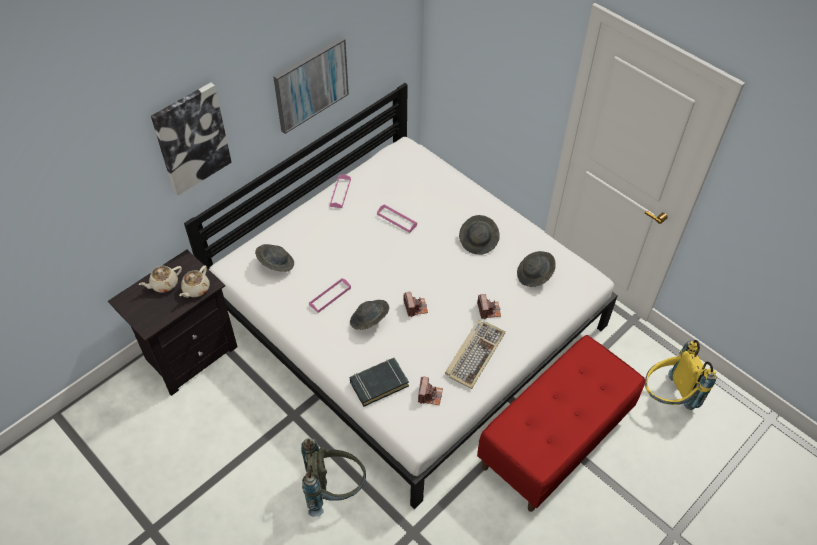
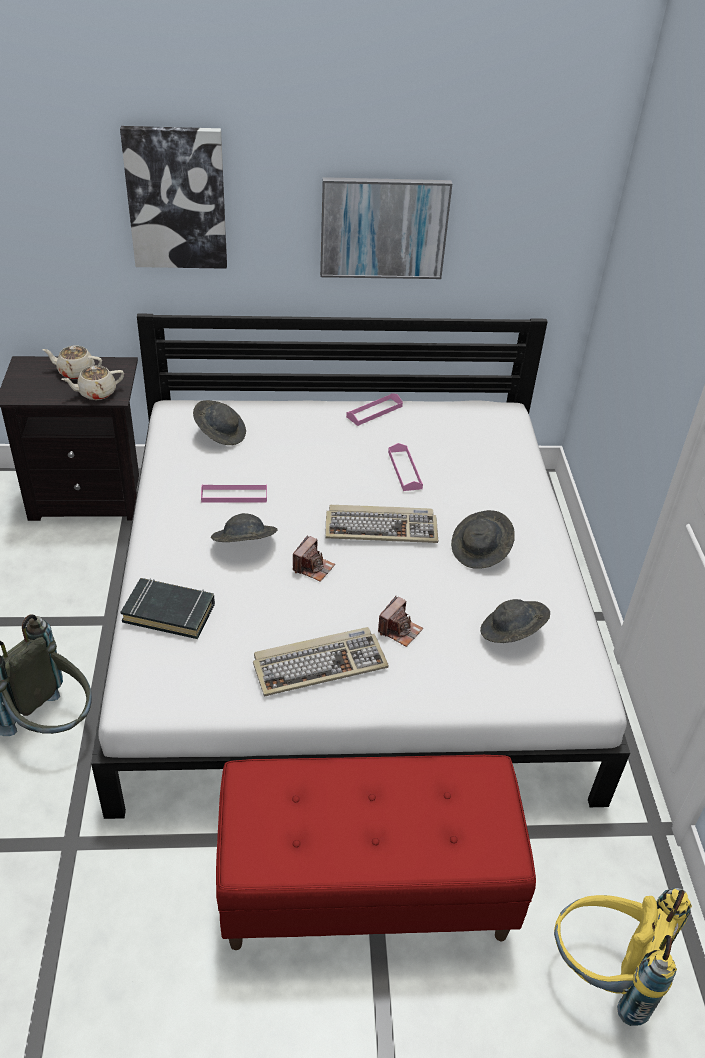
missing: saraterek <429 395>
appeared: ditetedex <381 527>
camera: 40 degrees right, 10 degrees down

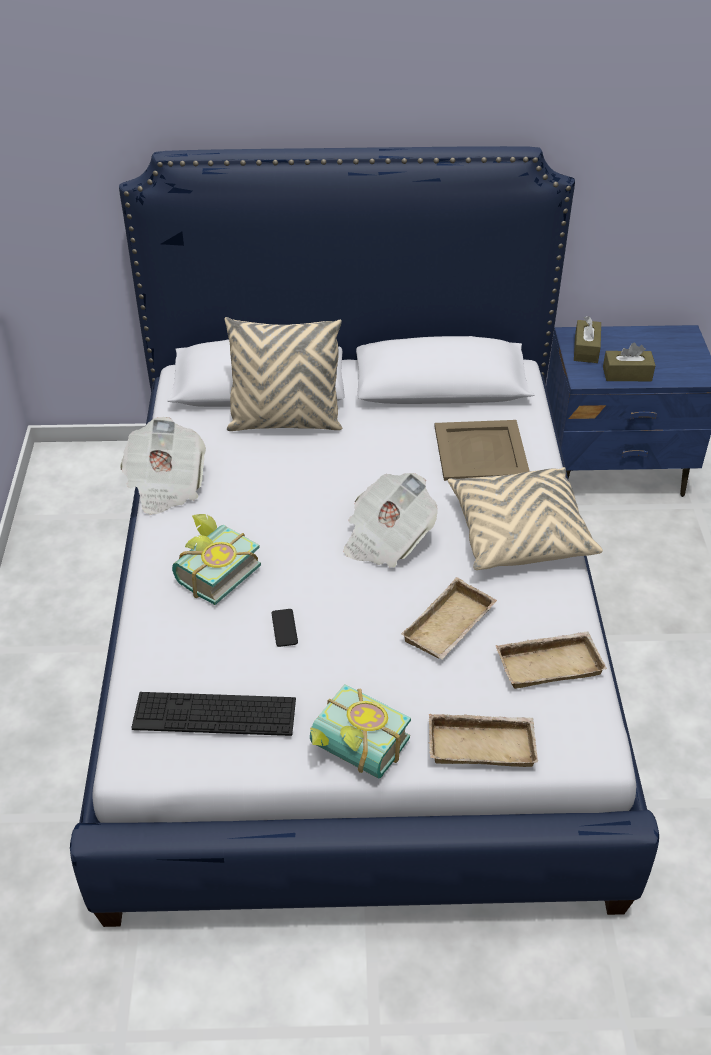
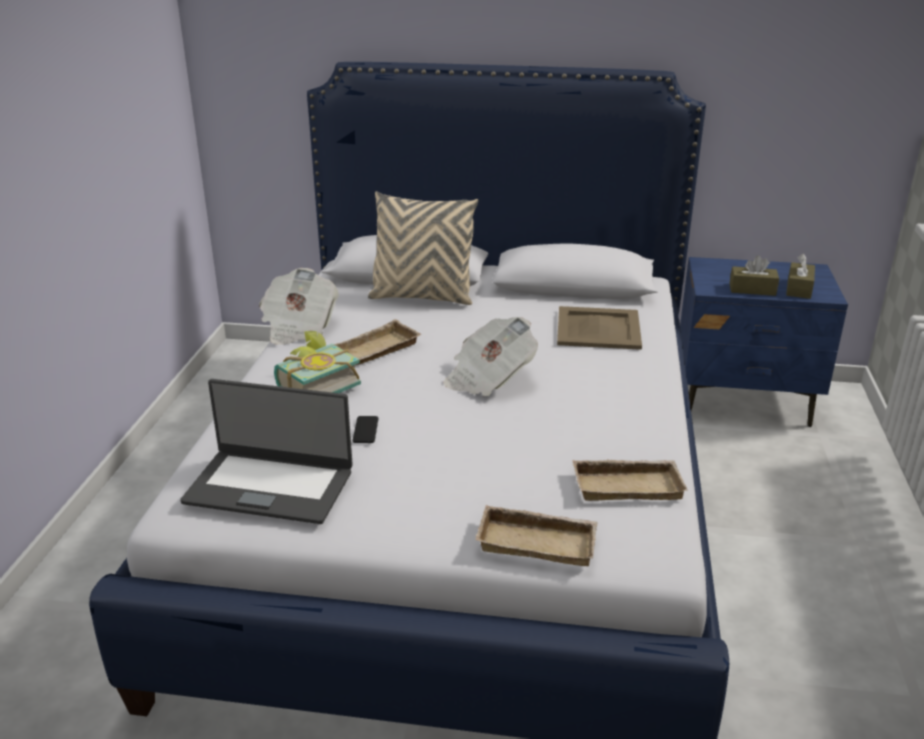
missing: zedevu <354 752>; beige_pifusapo <519 533>
relocated: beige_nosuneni <450 627> to <377 351>; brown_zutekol <586 349> to <799 289>
exchanged: ditetedex <214 714> to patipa <270 486>
camera: 10 degrees right, 15 degrees down

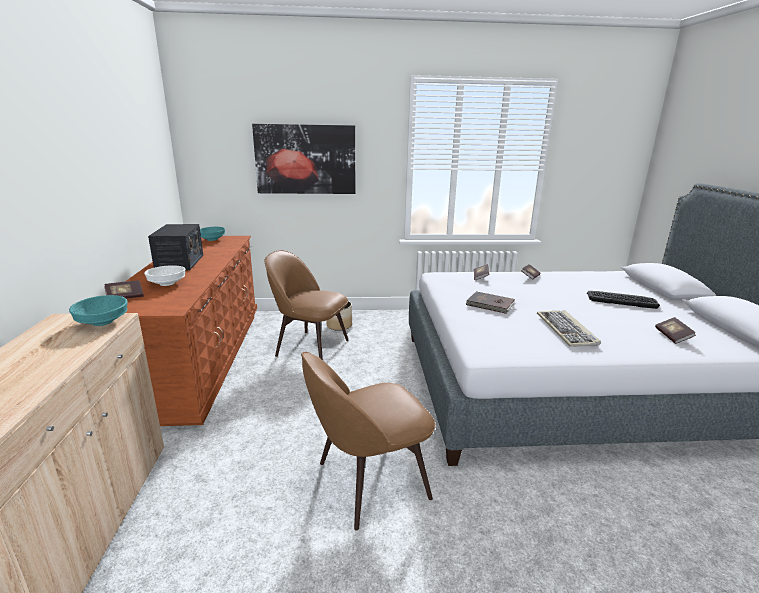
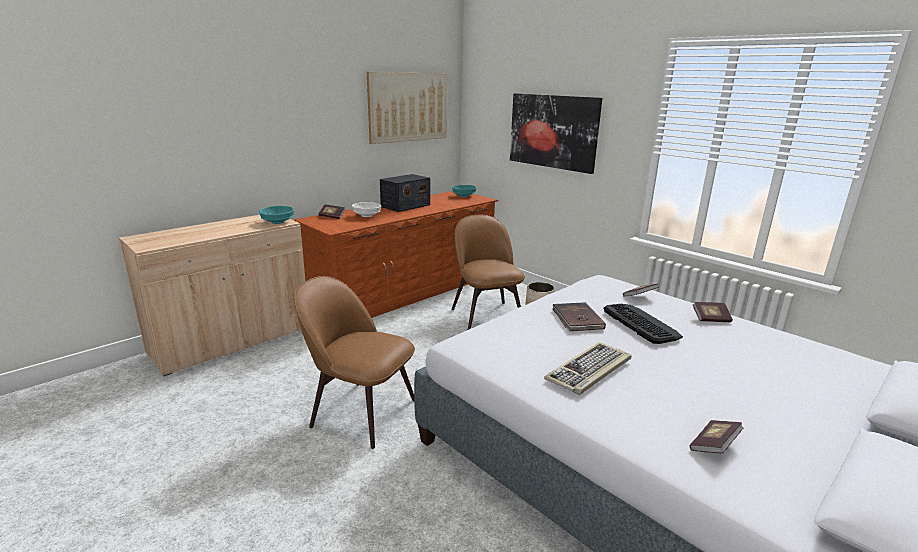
appeared: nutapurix <408 107>
relocated: ditetedex <621 300> to <640 323>
camera: 50 degrees right, 0 degrees up

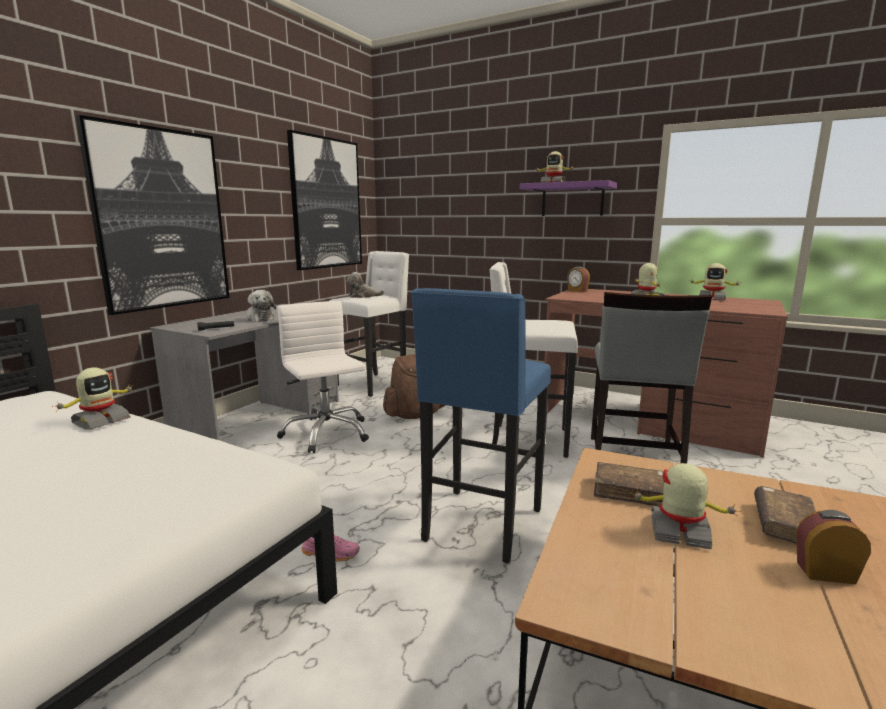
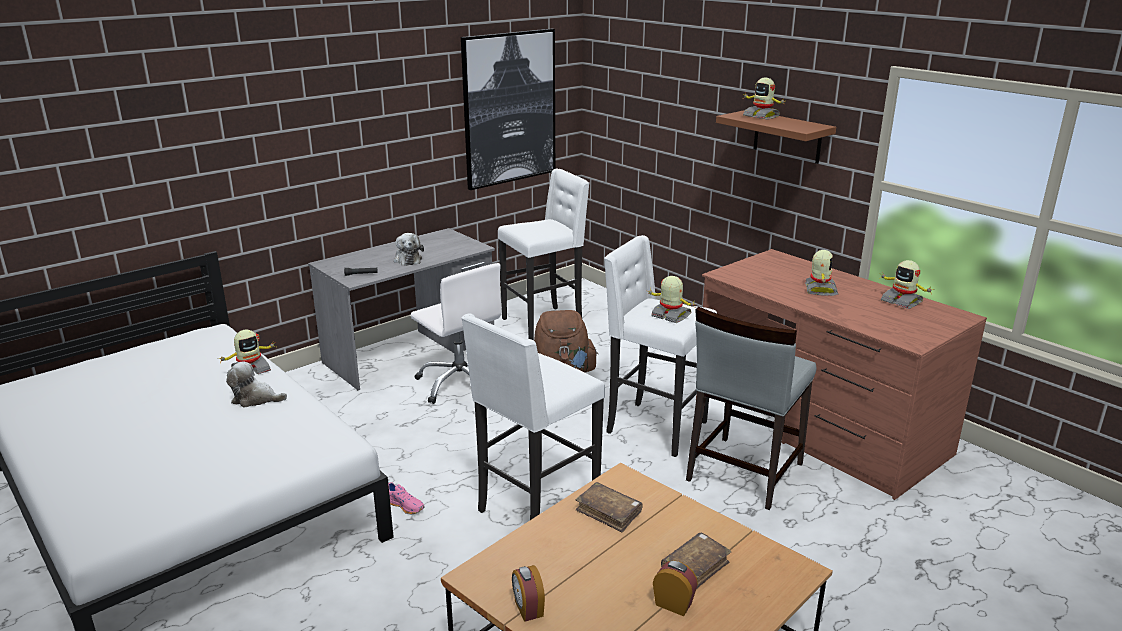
missing: nutapurix <161 219>
relocated: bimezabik <363 296> to <255 399>; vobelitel <577 291> to <528 609>; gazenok <679 532> to <670 316>
colour: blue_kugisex <480 526> to white_kugisex <535 509>; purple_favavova <572 200> to brown_favavova <787 137>
spun: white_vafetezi <326 433> = <461 383> 150 degrees clockwise
camera: 20 degrees right, 10 degrees up

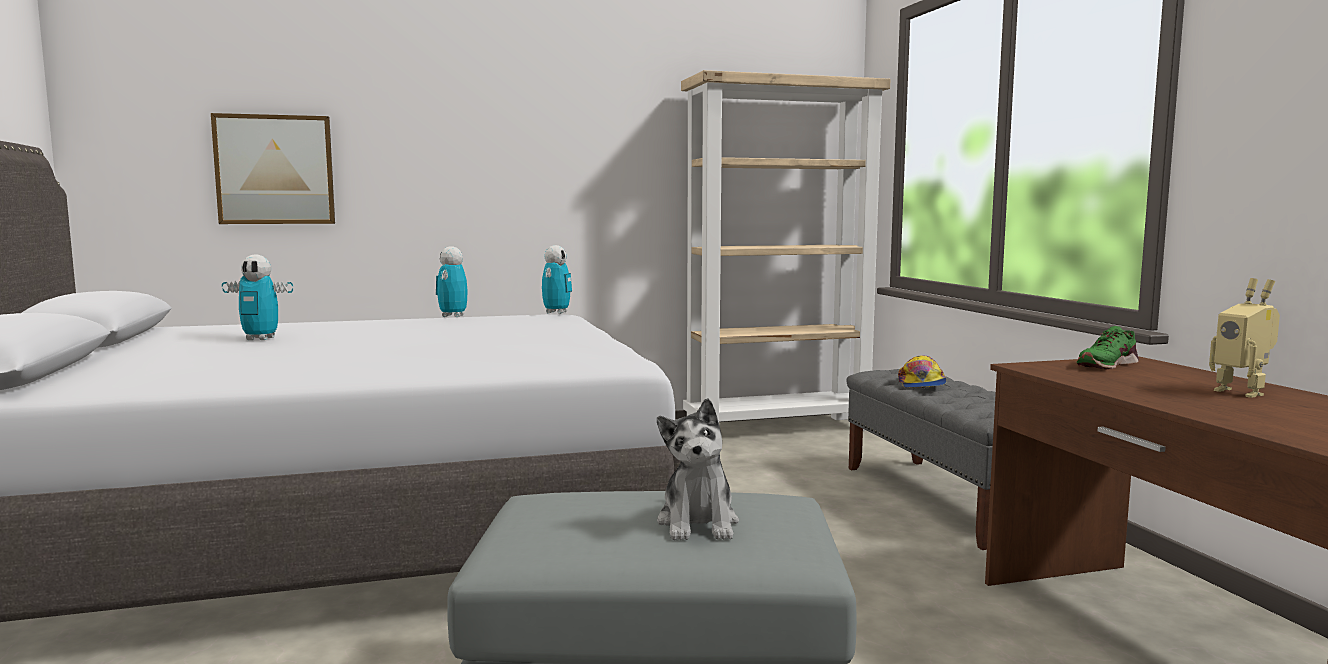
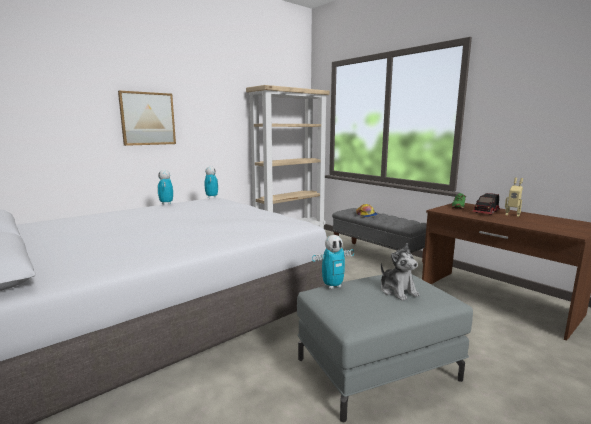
appeared: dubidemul <486 212>
relocated: nutapurix <275 170> to <147 118>; gazenok <260 339> to <332 286>
camera: 25 degrees left, 5 degrees up

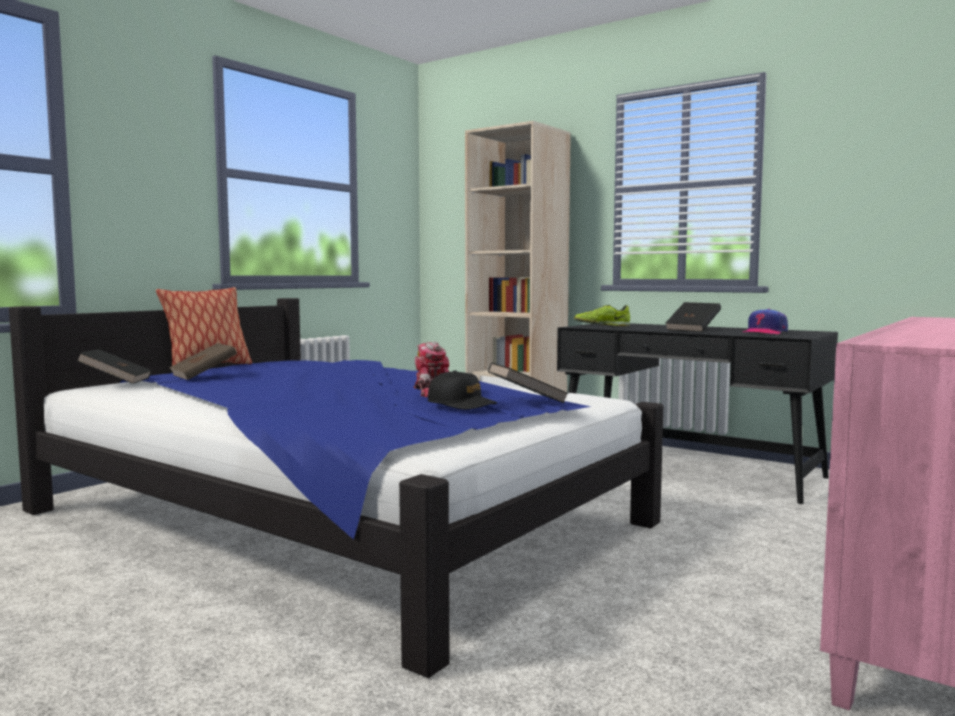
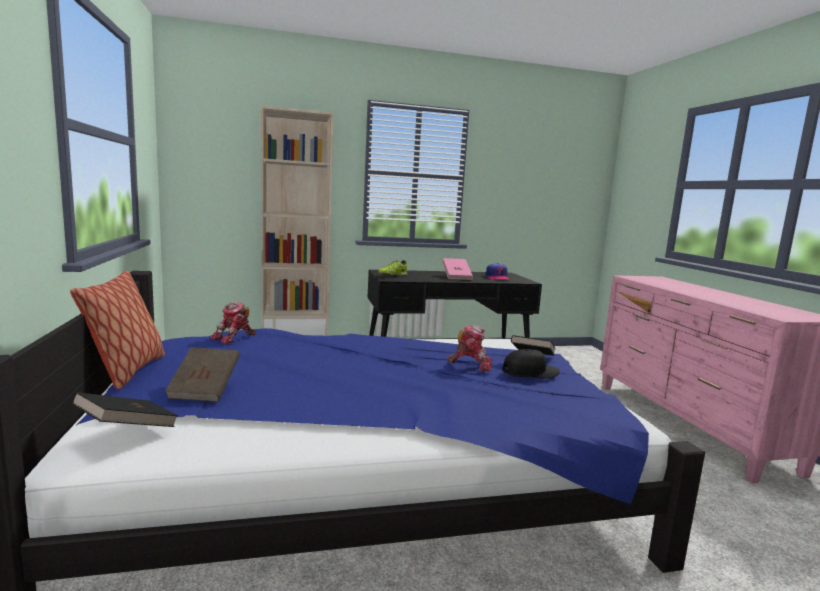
appeared: gazenok <234 338>
colour: black_zedevu <693 329> to pink_zedevu <456 277>
camera: 50 degrees left, 5 degrees up

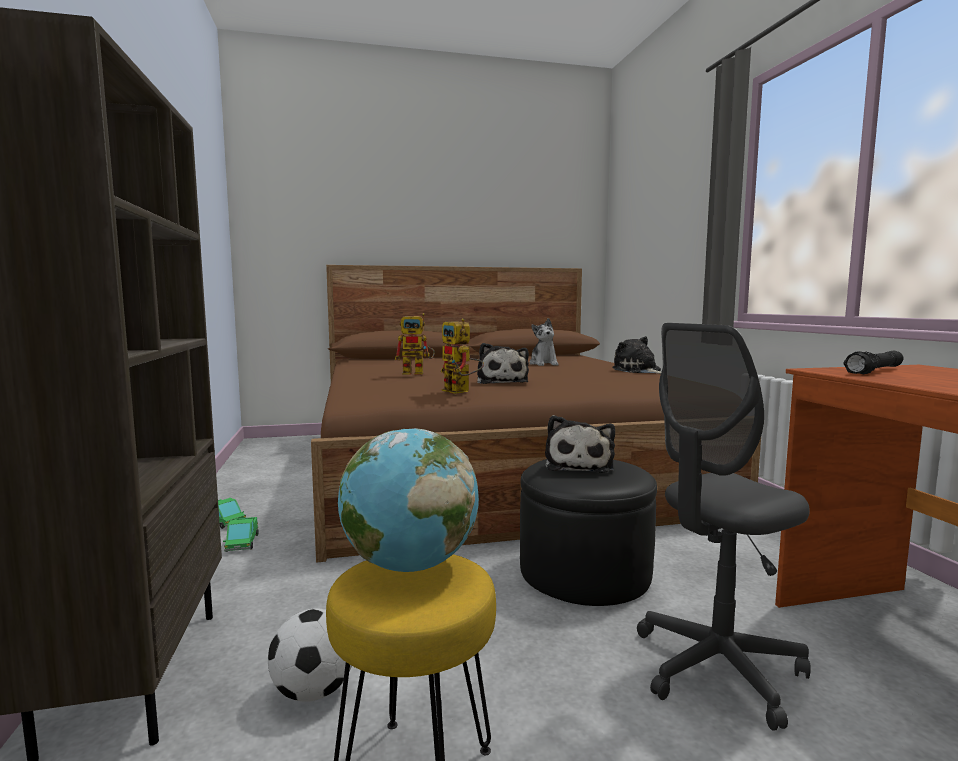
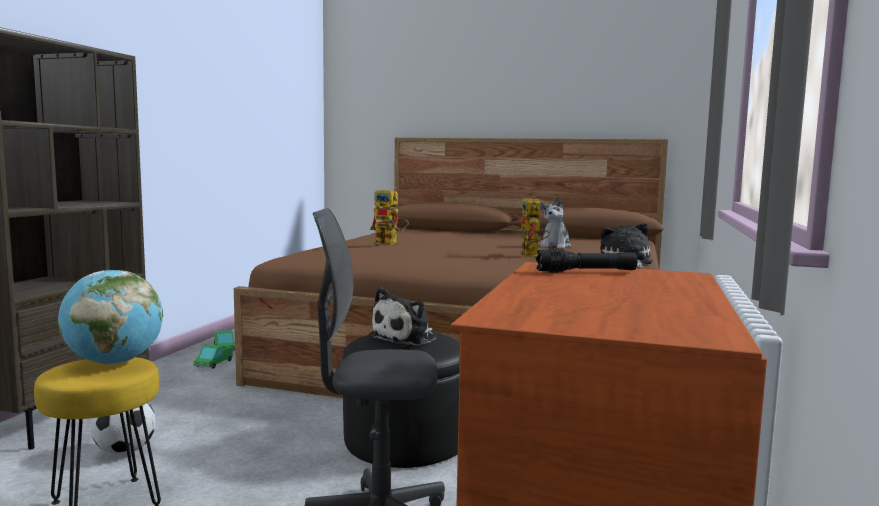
missing: bimezabik <501 381>
relocated: gazenok <461 392> to <532 256>
camera: 30 degrees right, 0 degrees up

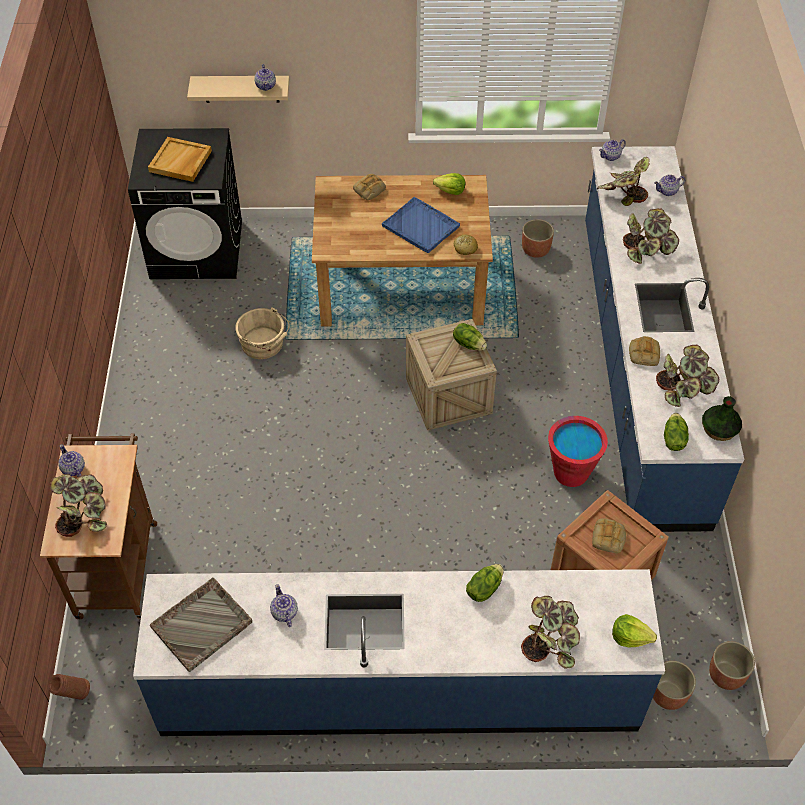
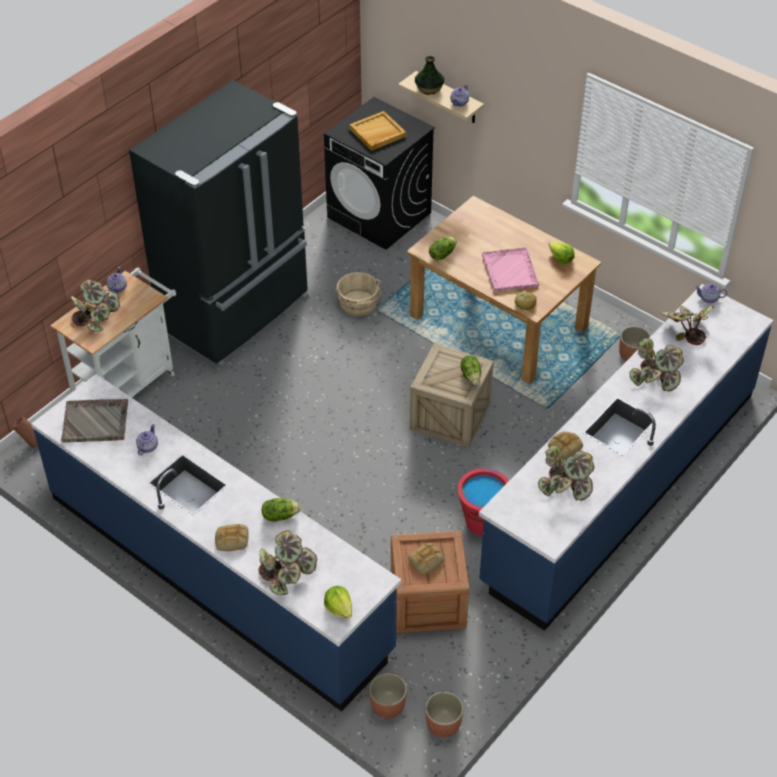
missing: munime <667 191>
appeared: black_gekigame <237 315>
relocated: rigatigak <369 190> to <231 540>; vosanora <673 439> to <442 254>; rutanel <718 430> to <428 88>
colour: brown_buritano <117 562> to white_buritano <129 383>; blue_nosuneni <421 226> to pink_nosuneni <510 271>
camera: 40 degrees right, 5 degrees down

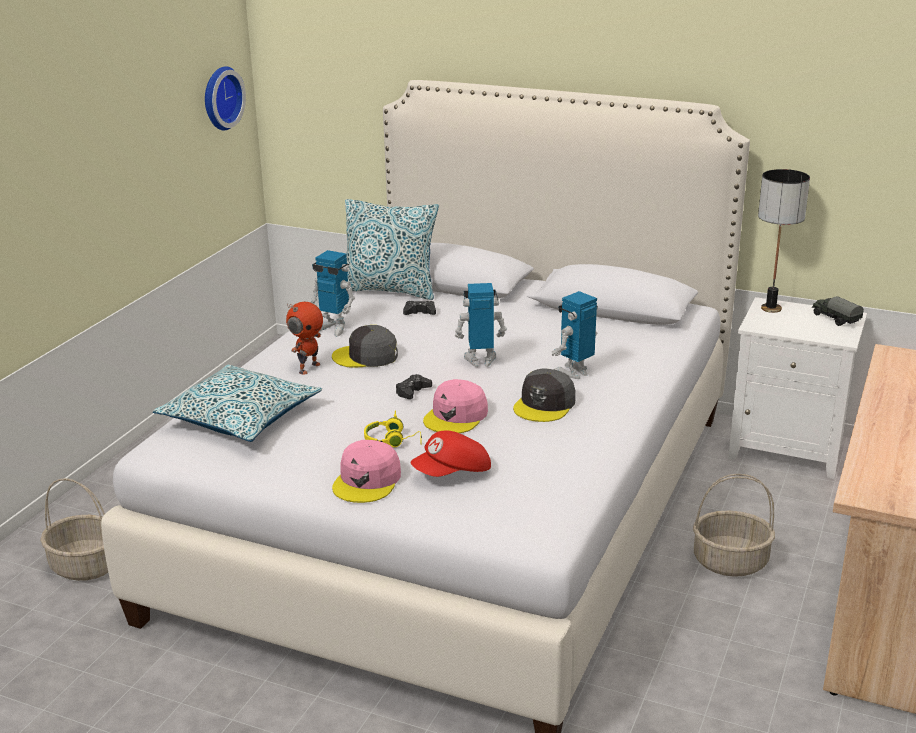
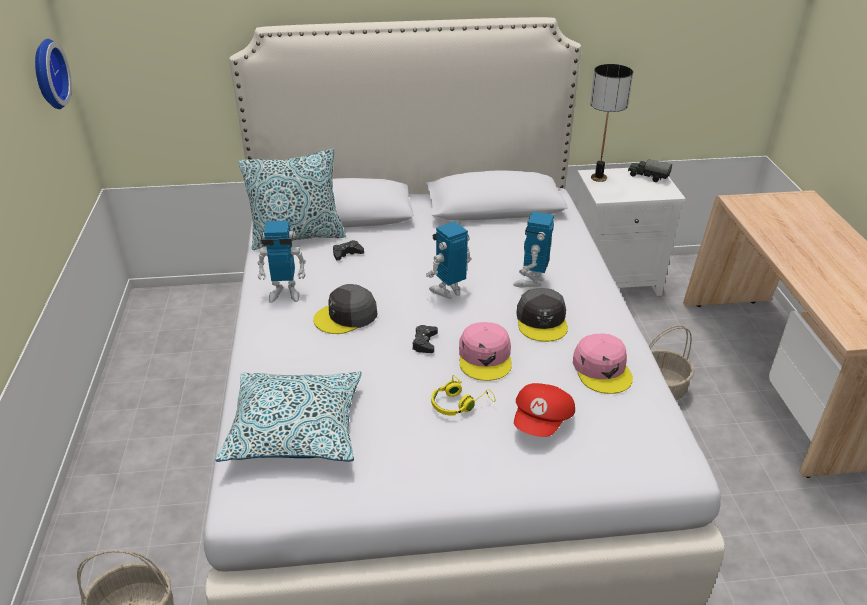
missing: gazenok <308 368>
relocated: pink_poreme <367 481> to <602 369>
camera: 30 degrees left, 10 degrees up

